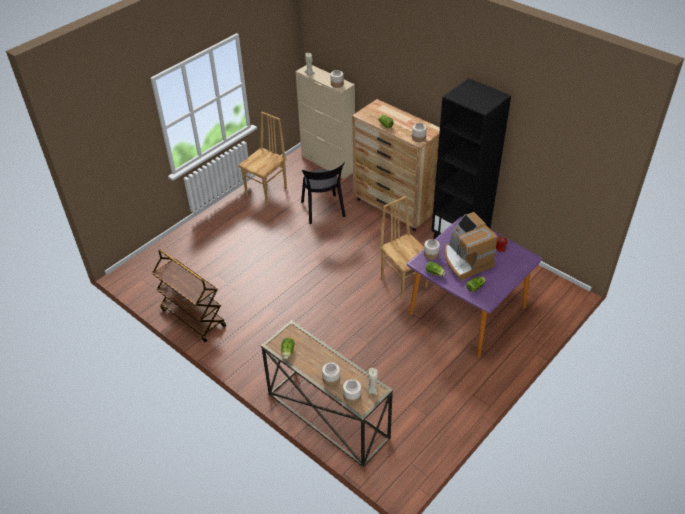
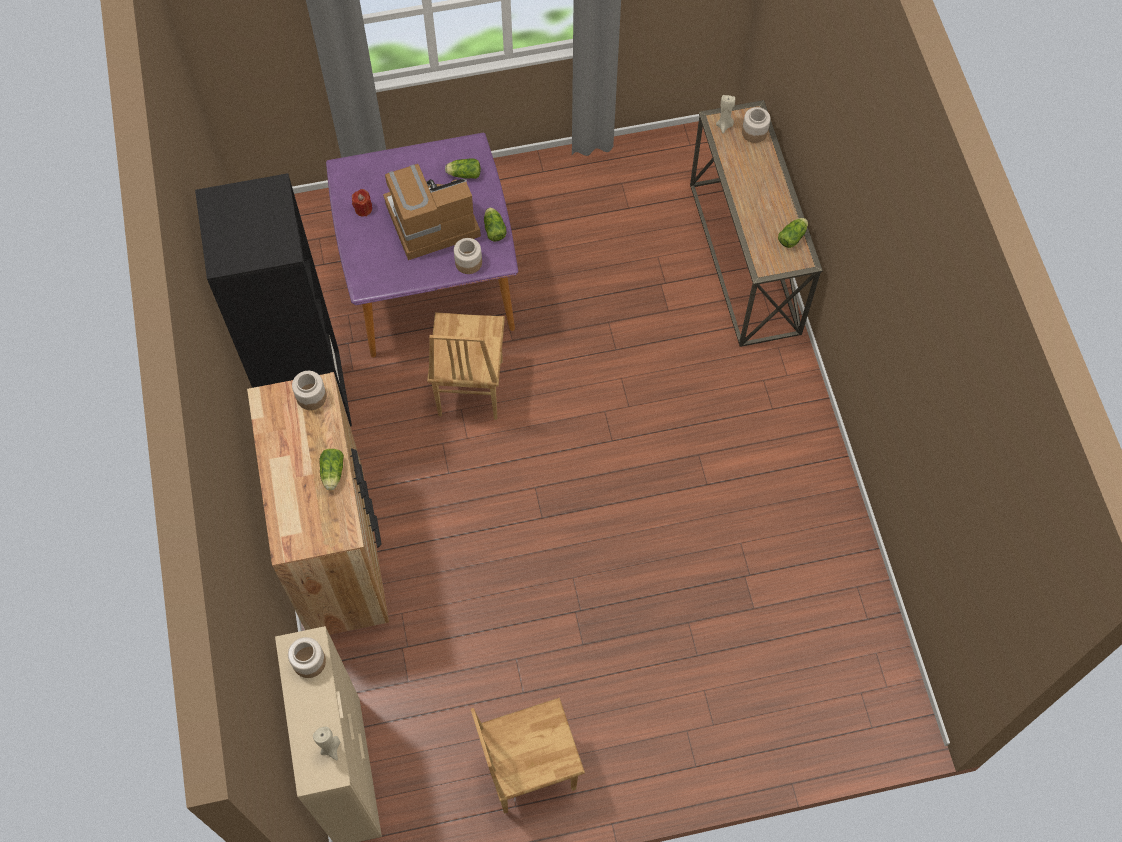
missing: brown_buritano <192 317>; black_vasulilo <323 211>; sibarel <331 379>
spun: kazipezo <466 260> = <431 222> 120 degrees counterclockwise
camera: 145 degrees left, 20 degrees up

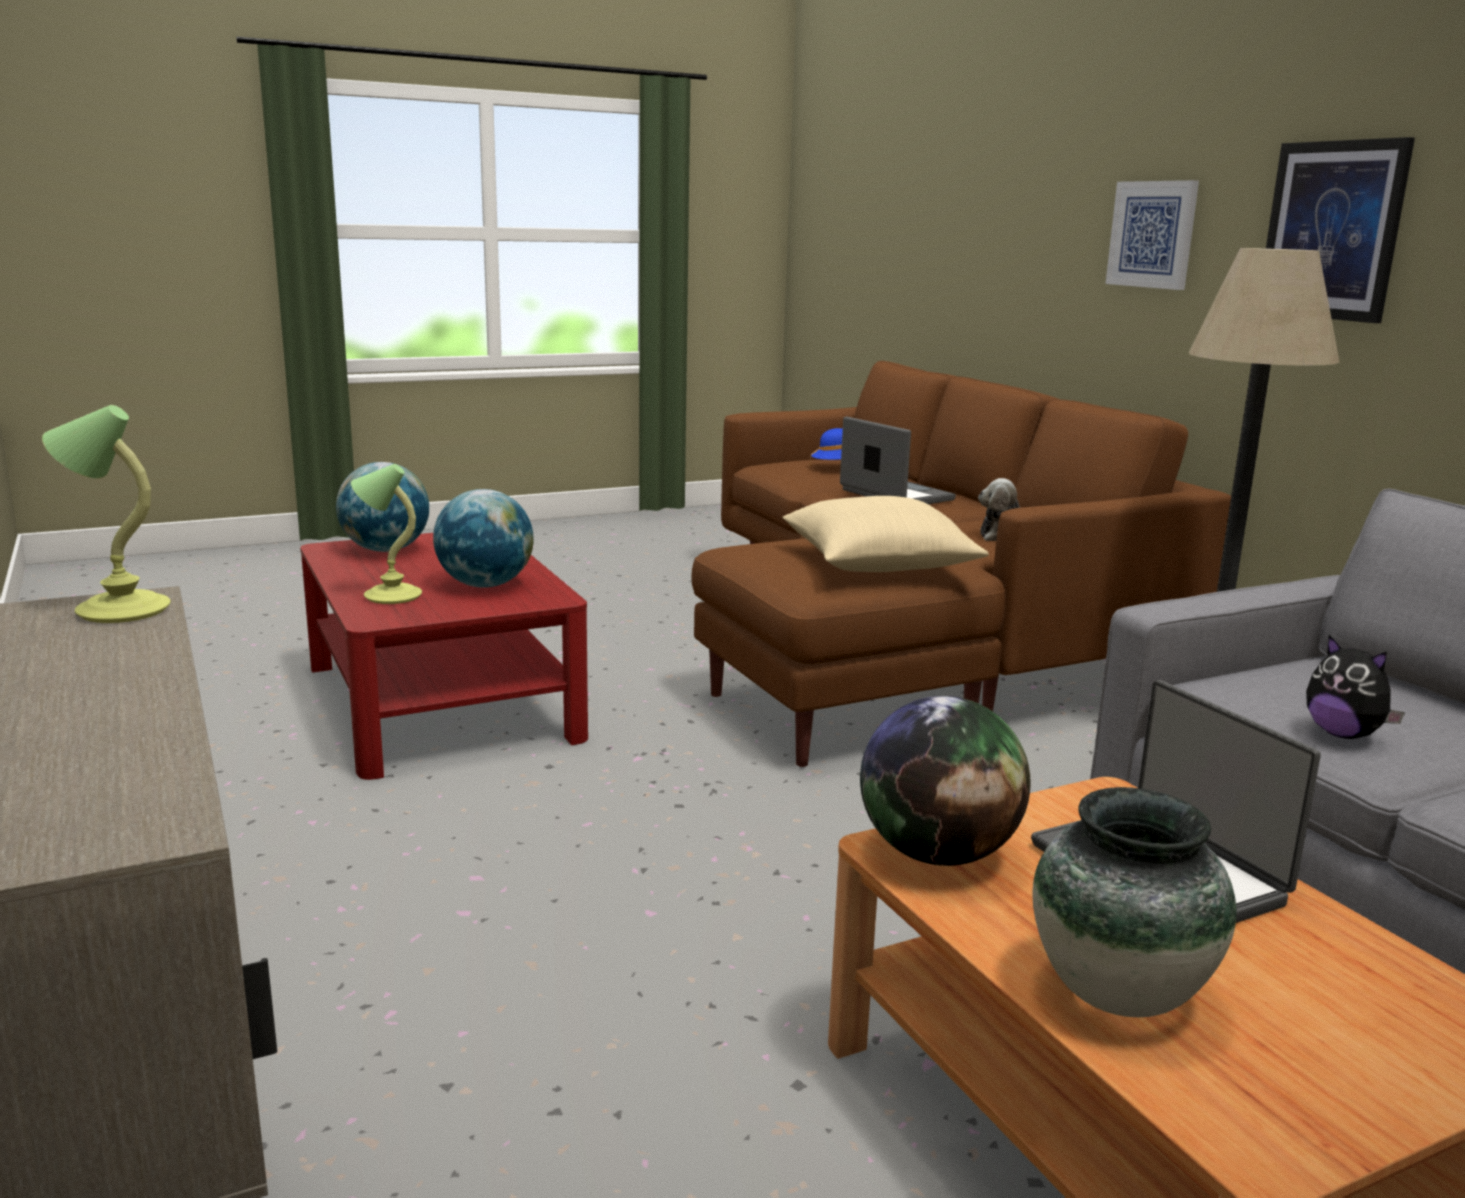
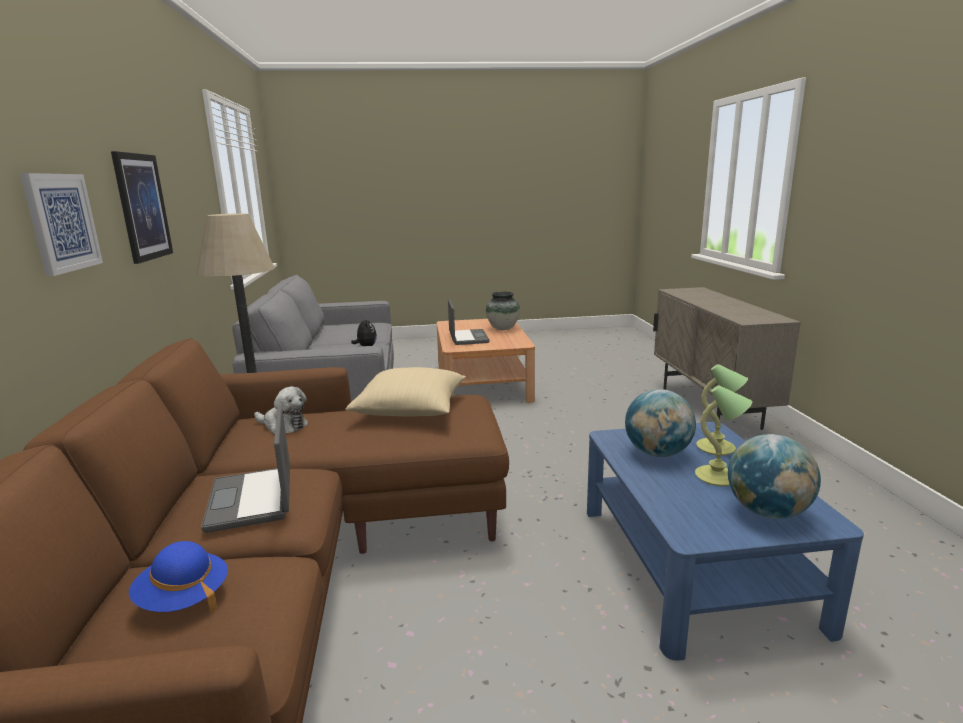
missing: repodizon <938 854>
relocated: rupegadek <120 610> to <718 477>
colour: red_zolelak <441 701> to blue_zolelak <693 563>
camera: 160 degrees left, 0 degrees up

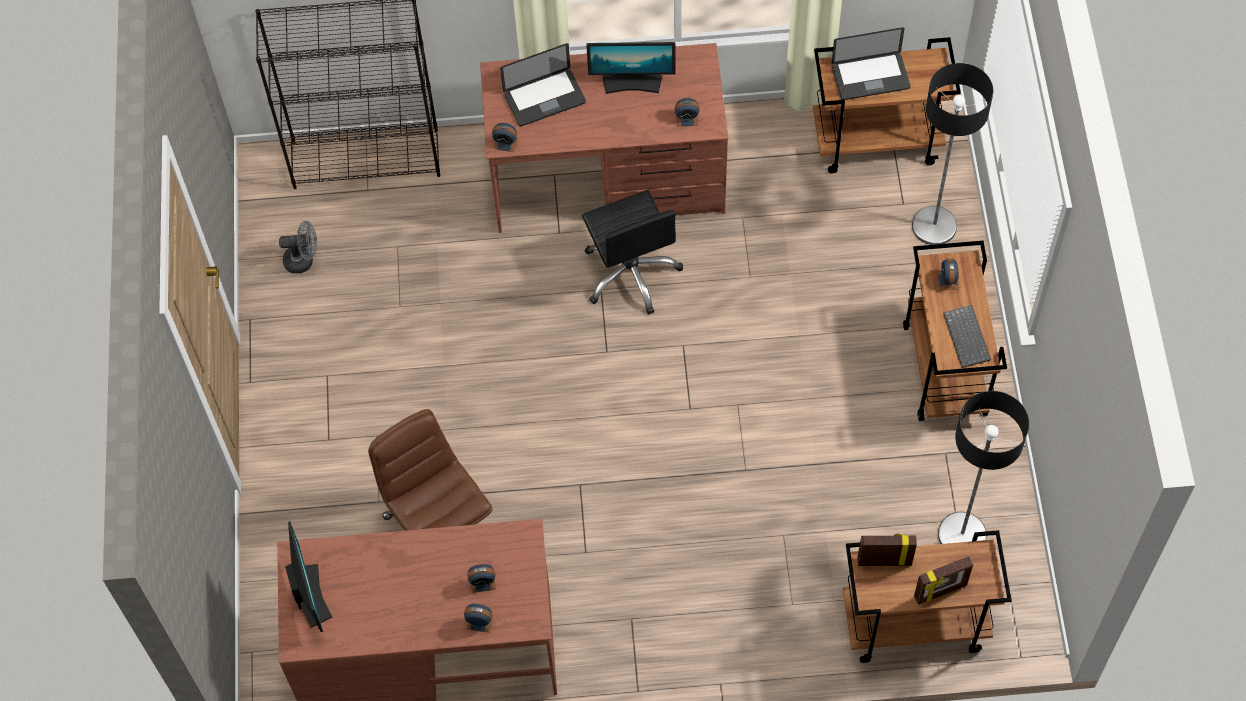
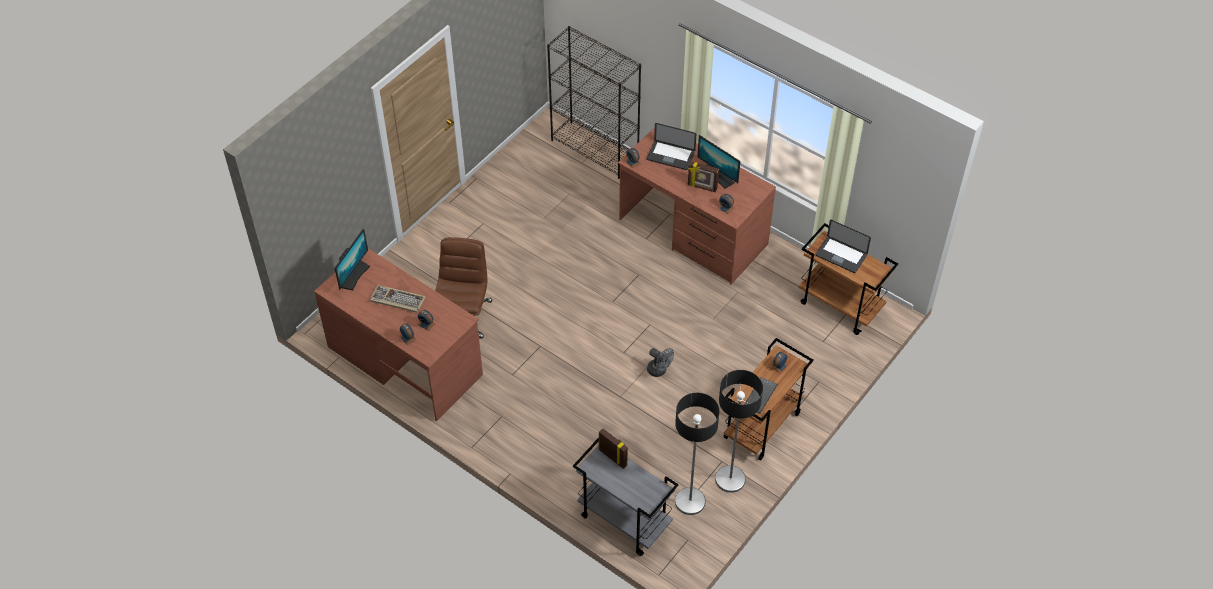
missing: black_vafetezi <631 273>
appeared: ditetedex <397 300>
relocated: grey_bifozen <303 260> to <659 371>; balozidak <934 226> to <730 479>; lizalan <940 592> to <702 187>
colour: brown_buritano <913 625> to grey_buritano <623 520>
camera: 40 degrees right, 10 degrees down

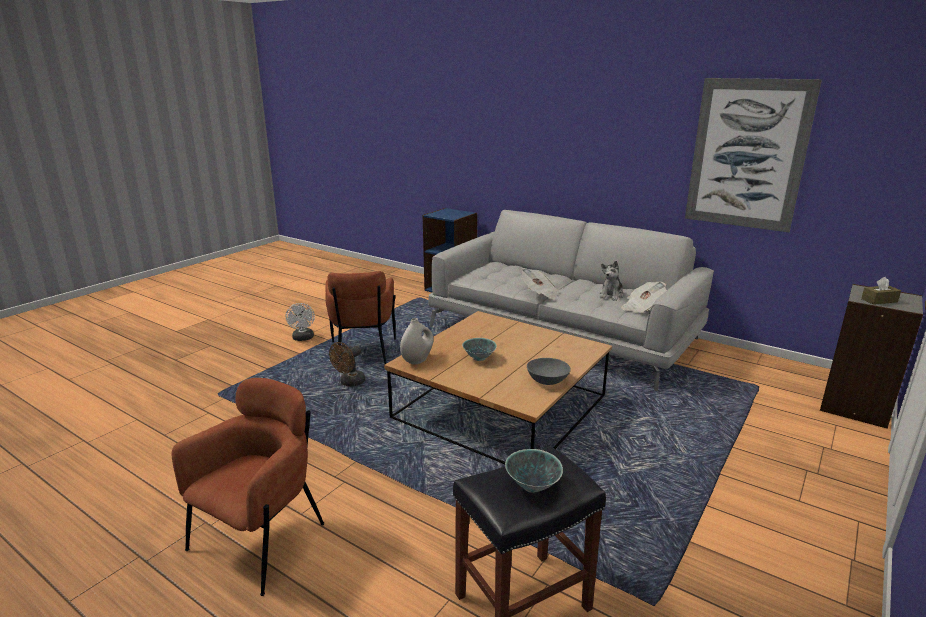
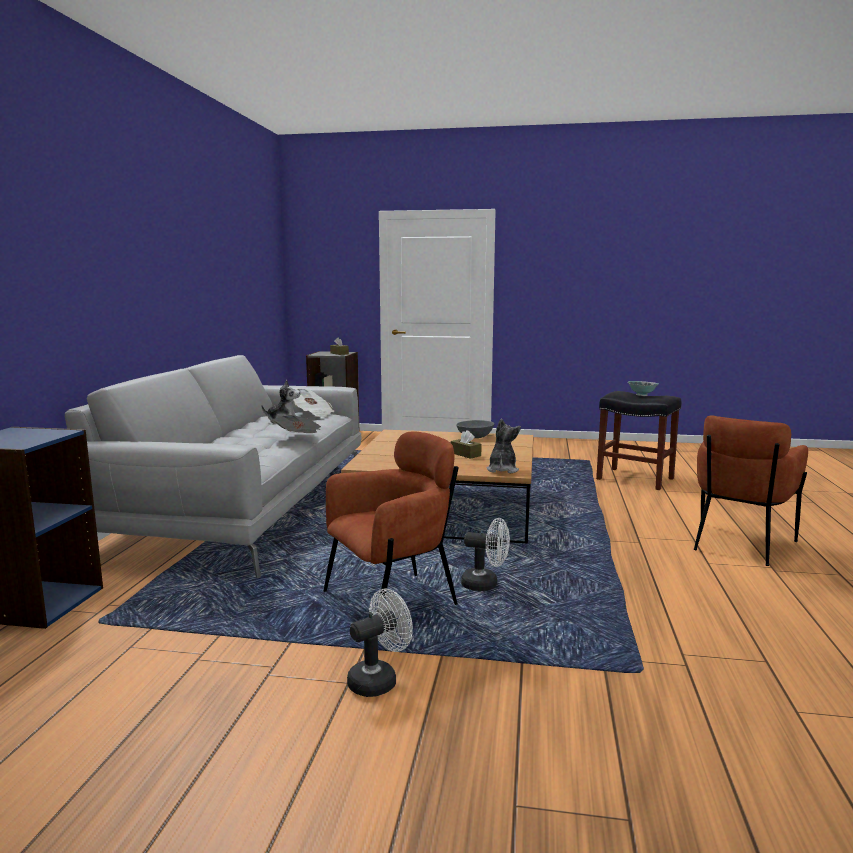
missing: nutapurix <747 154>
exchanged: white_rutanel <417 360> to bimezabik <502 469>; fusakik <479 358> to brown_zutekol <465 454>
colour: brown_bifozen <349 383> to white_bifozen <485 584>
spun: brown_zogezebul <262 540> = <739 544> 60 degrees counterclockwise
camera: 115 degrees left, 10 degrees down

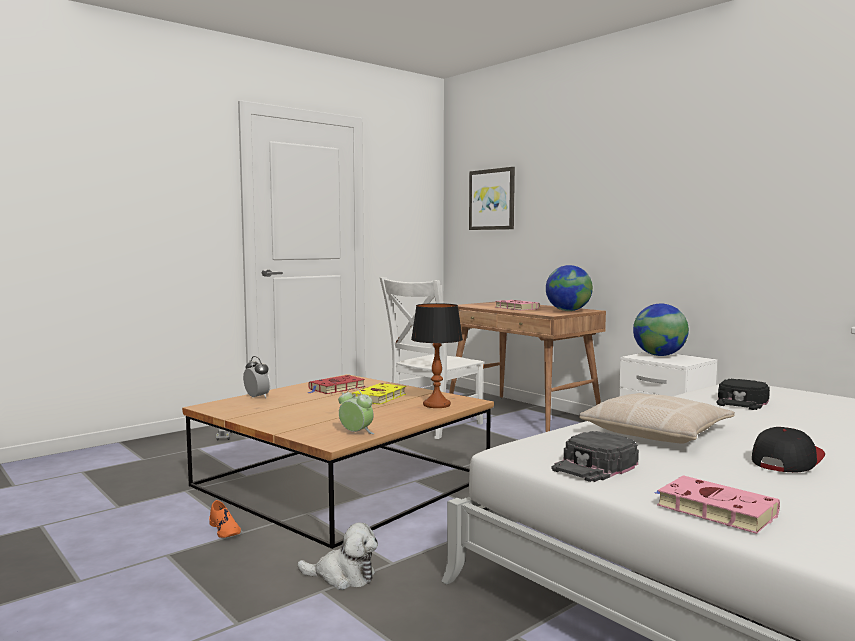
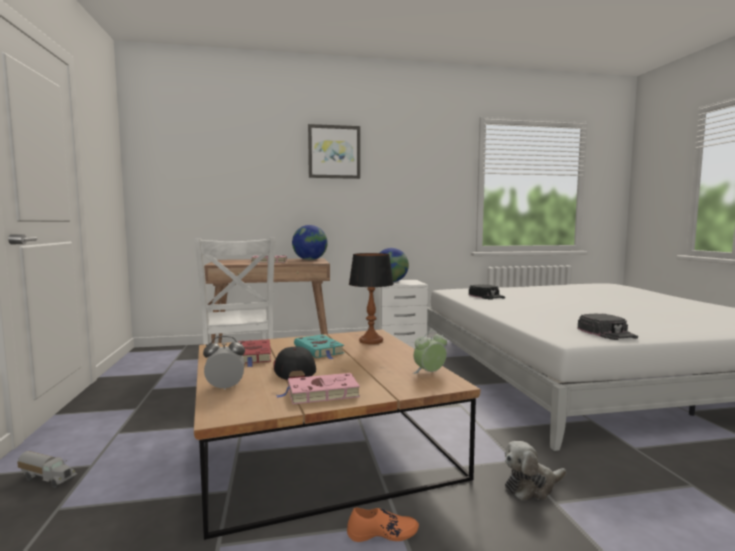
missing: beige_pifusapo <656 432>
relocated: nutapurix <492 199> to <334 152>; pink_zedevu <713 509> to <320 393>; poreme <786 459> to <294 369>
colour: yellow_zedevu <378 398> to turquoise_zedevu <319 350>
spun: bimezabik <343 576> = <532 487> 150 degrees counterclockwise
camera: 60 degrees left, 0 degrees up

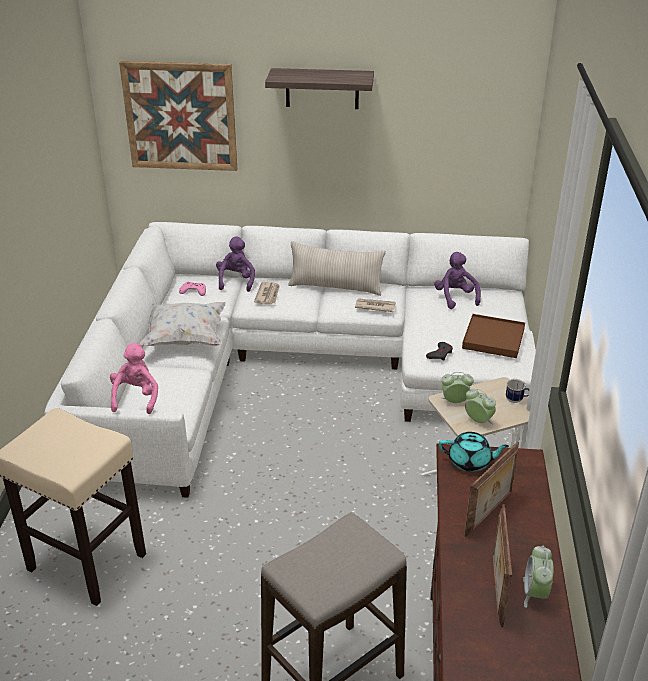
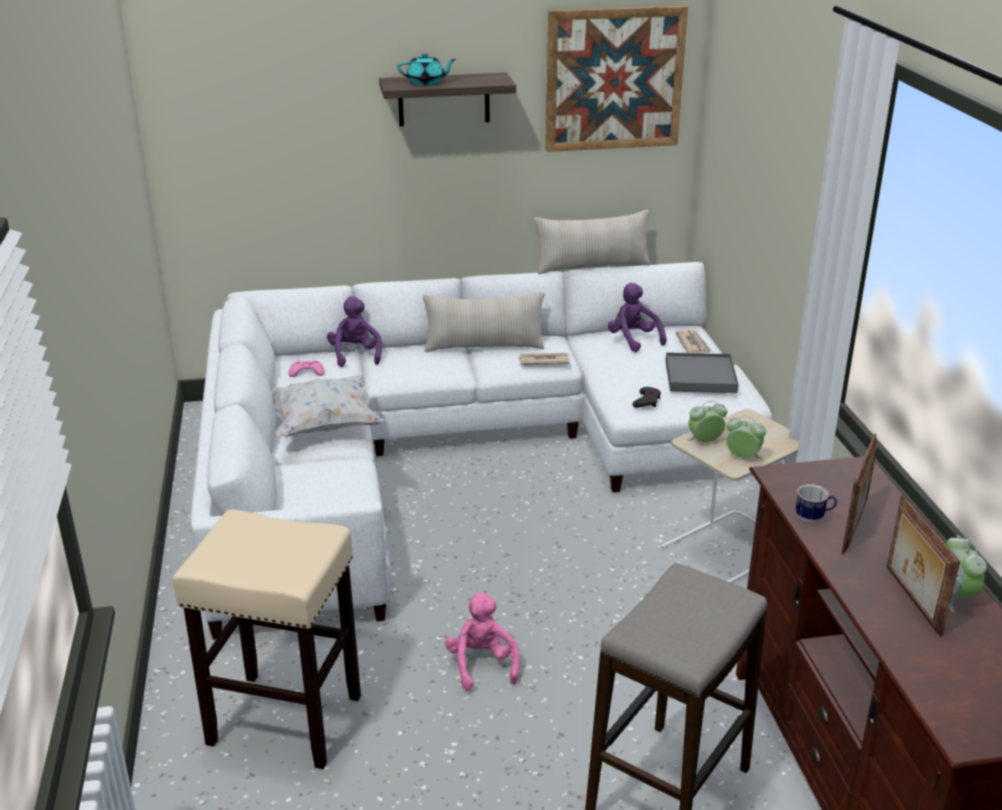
appeared: beige_pifusapo <592 266>
relocated: pink_bimezabik <136 397> to <482 665>; nutapurix <180 116> to <614 79>; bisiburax <268 295> to <693 344>; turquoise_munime <470 462> to <426 82>; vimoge <516 400> to <813 519>
colour: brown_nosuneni <493 339> to grey_nosuneni <700 377>
camera: 15 degrees left, 5 degrees down

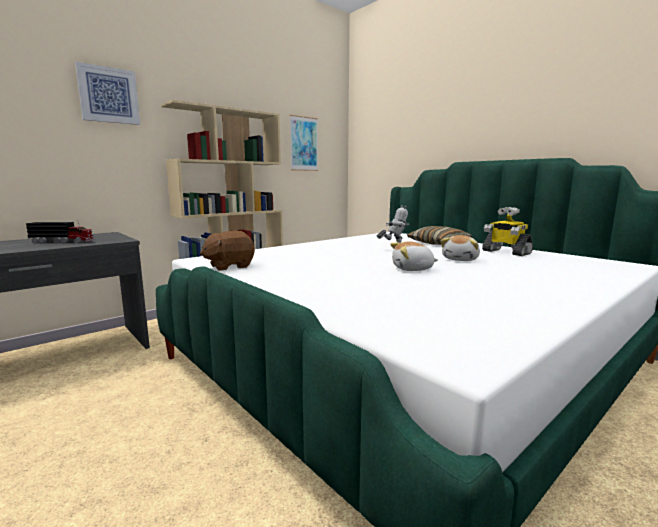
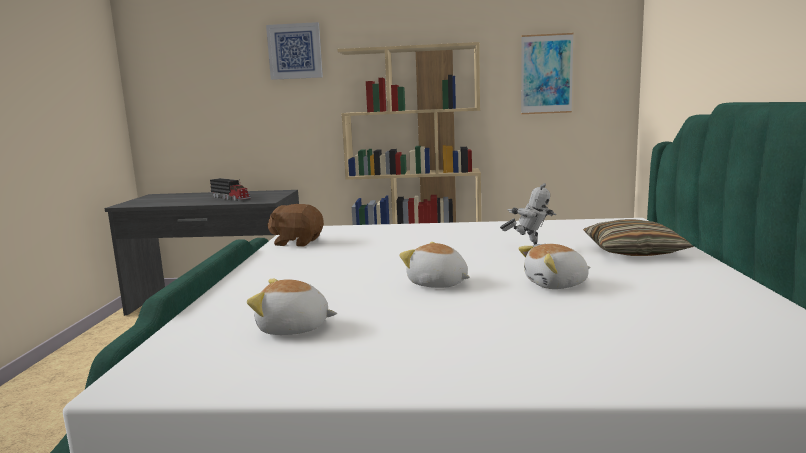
missing: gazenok <505 252>
appeared: bimezabik <293 328>
camera: 45 degrees right, 0 degrees up

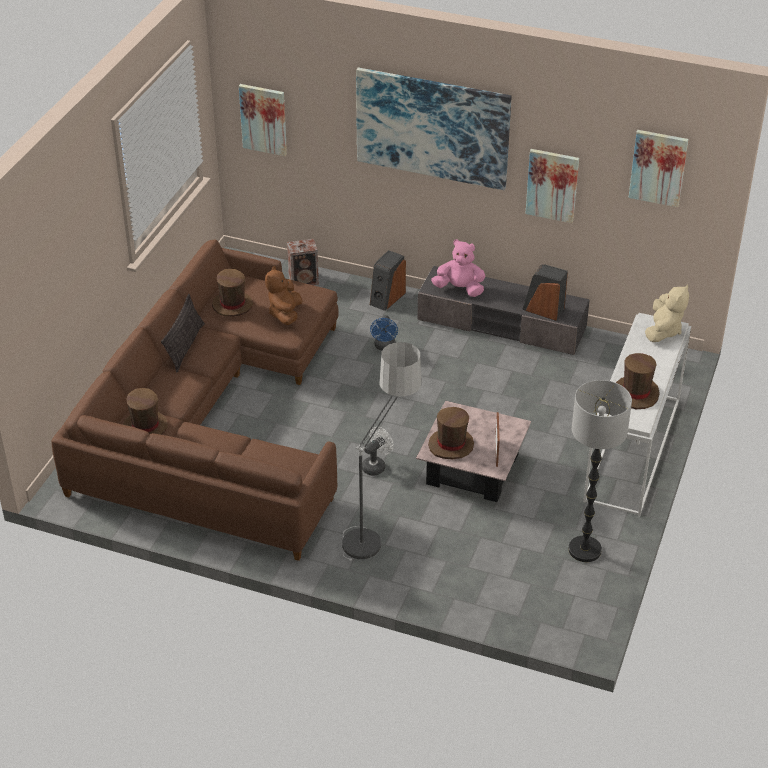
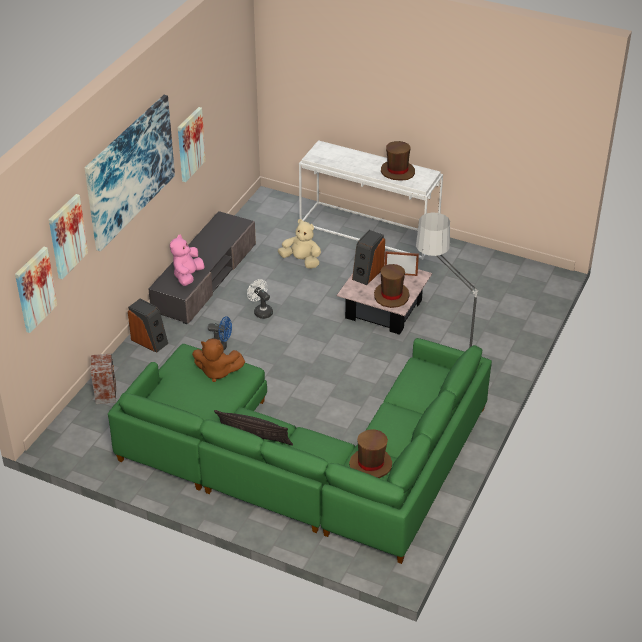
missing: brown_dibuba <232 305>; balozidak <584 550>
relocated: white_bifozen <376 465> to <261 311>; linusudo <543 309> to <367 273>; nutapurix <658 167> to <67 236>; beige_bimezabik <663 331> to <301 261>
colour: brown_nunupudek <212 421> to green_nunupudek <306 460>
camera: 85 degrees left, 0 degrees up

